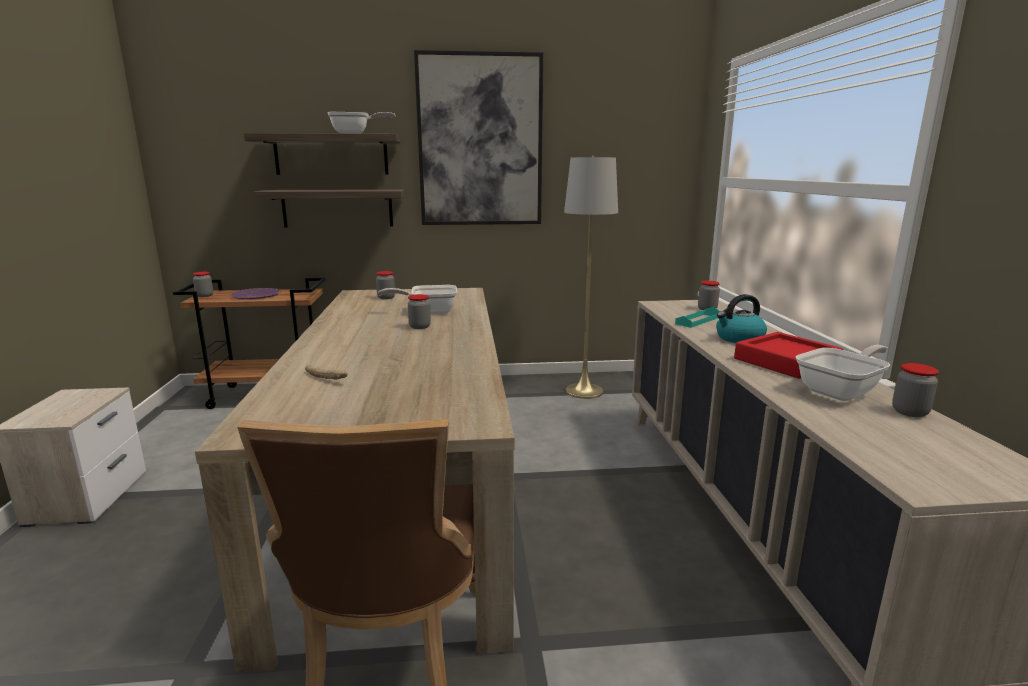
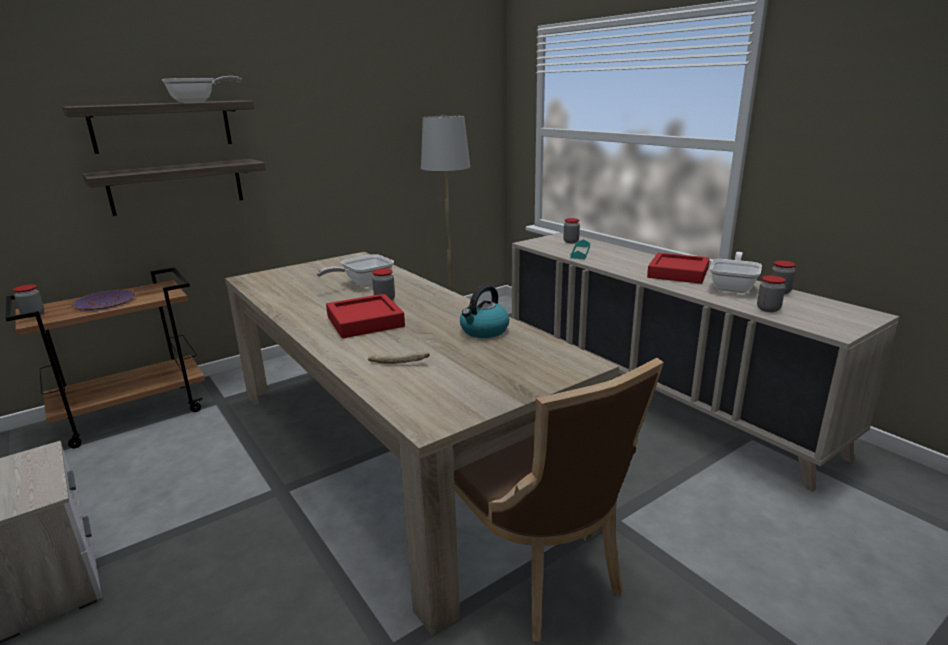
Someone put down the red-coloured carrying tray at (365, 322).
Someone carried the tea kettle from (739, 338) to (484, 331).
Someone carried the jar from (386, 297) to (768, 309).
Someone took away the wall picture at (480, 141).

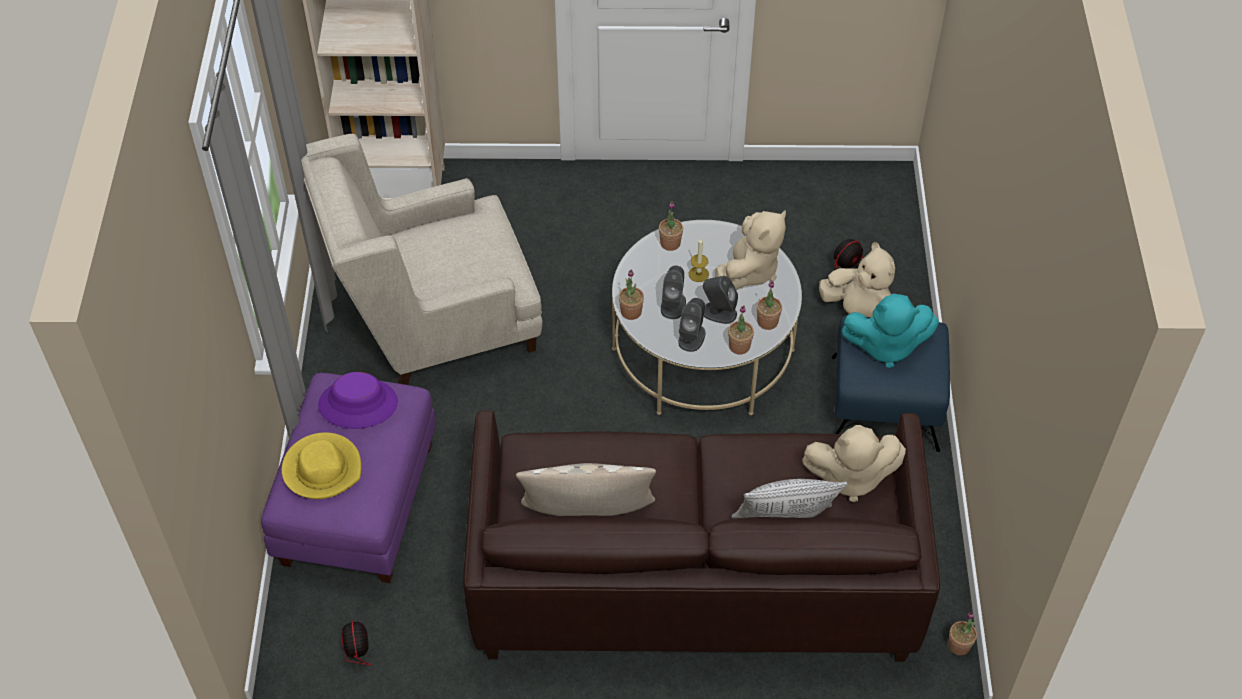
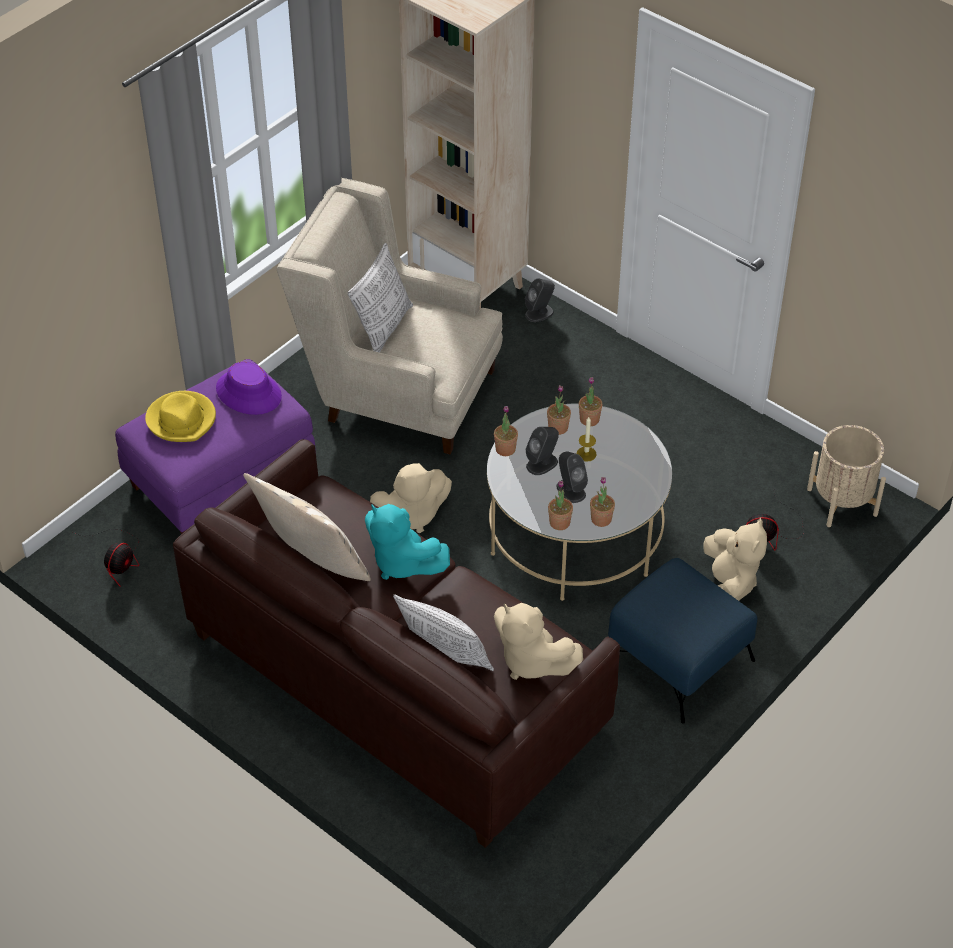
Someone put down the throw pillow at (383, 328).
Someone carried the turquoise cuddly toy from (886, 346) to (402, 562).
Someone carried the beige cuddly toy from (749, 270) to (411, 515).
Someone carried the greyish audio speaker from (692, 337) to (539, 313).
Someone carried the plant in a pot from (959, 645) to (558, 428).
Someone put down the beige flower pot at (842, 502).

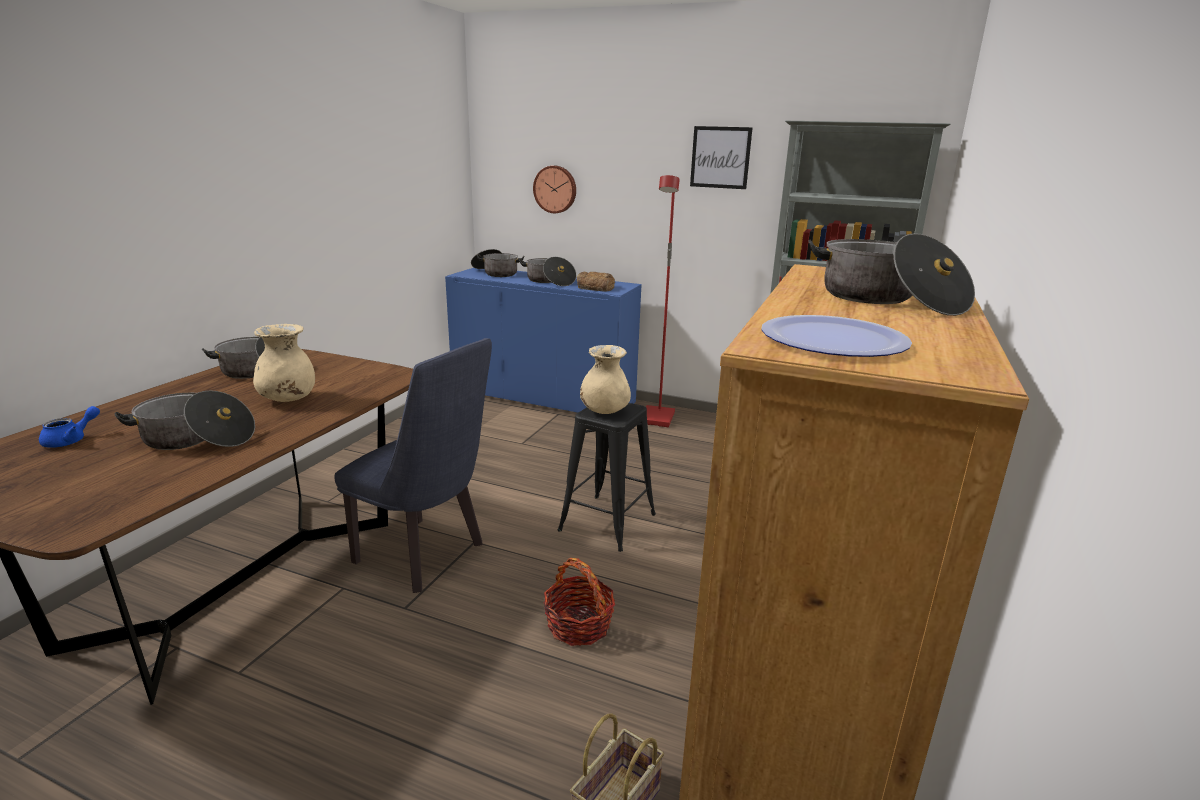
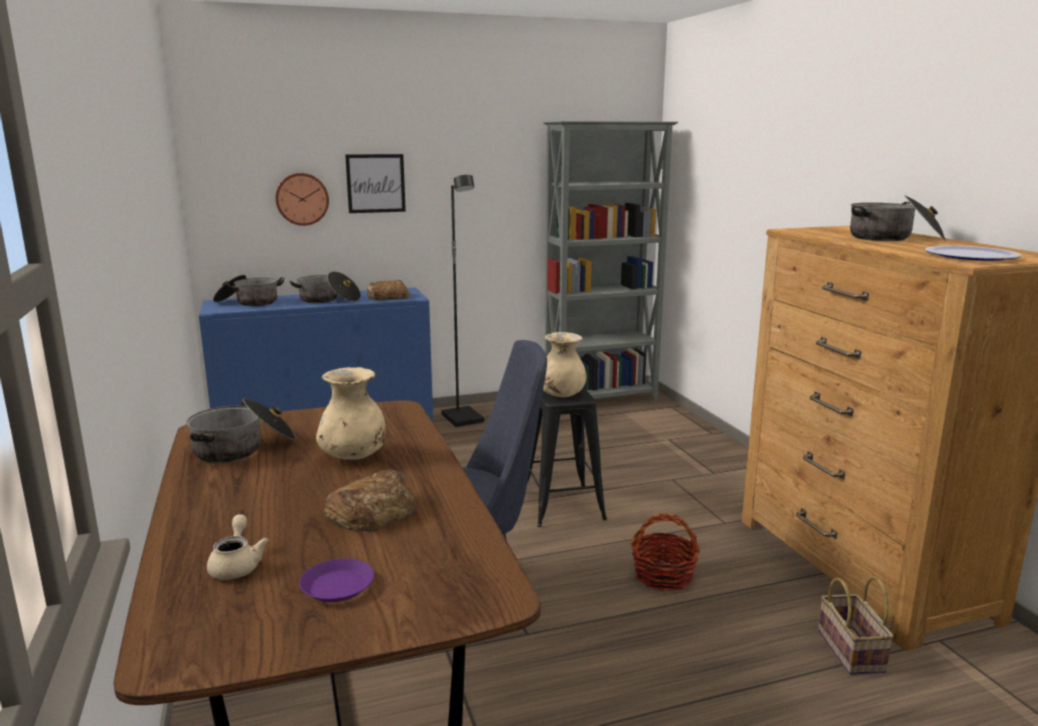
Someone repainted the blue-coloured pot for tea at (71, 440), which became the beige pot for tea at (237, 565).
Someone put down the purplish plate at (338, 586).
Someone swapped the stockpot at (196, 439) for the baked bread at (372, 511).
Someone carried the wall picture from (720, 157) to (375, 183).
Someone repainted the red-coloured standing lamp at (658, 419), which became the blackish standing lamp at (463, 419).

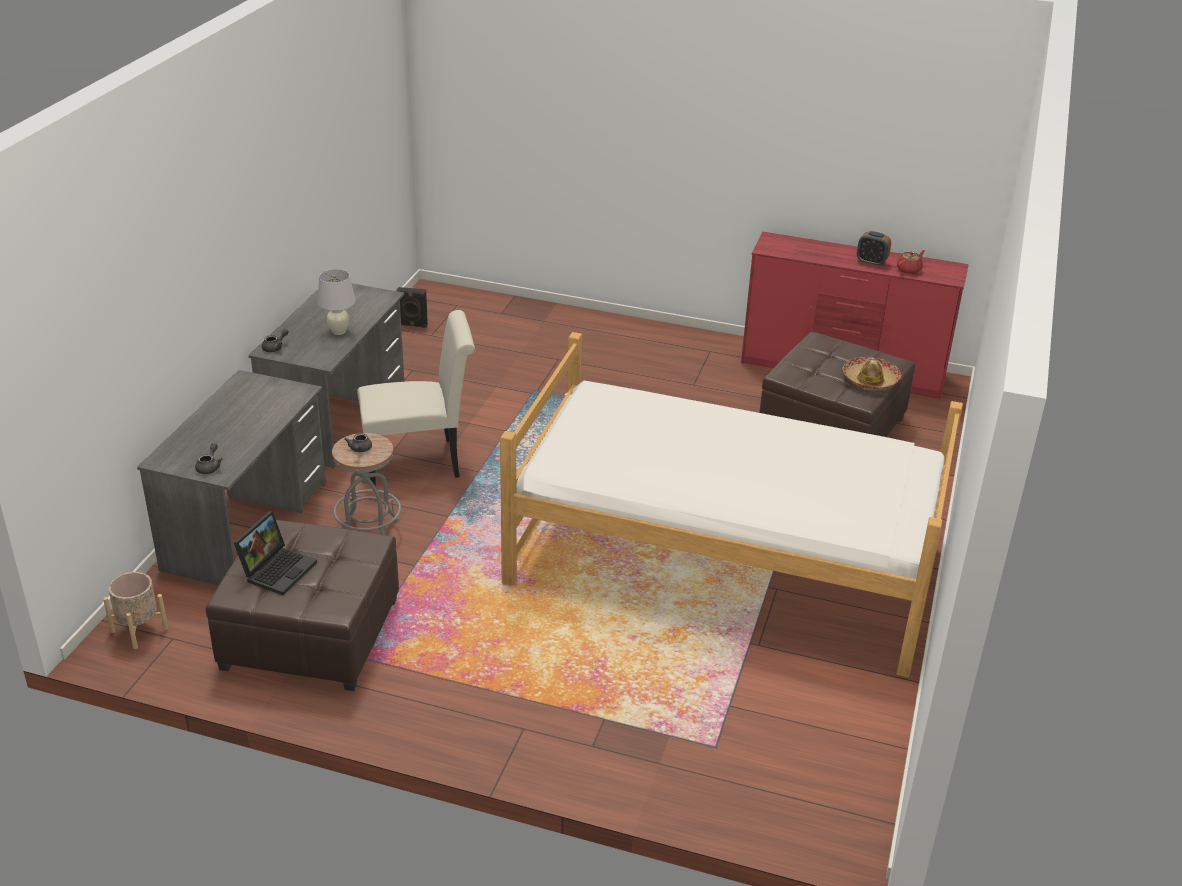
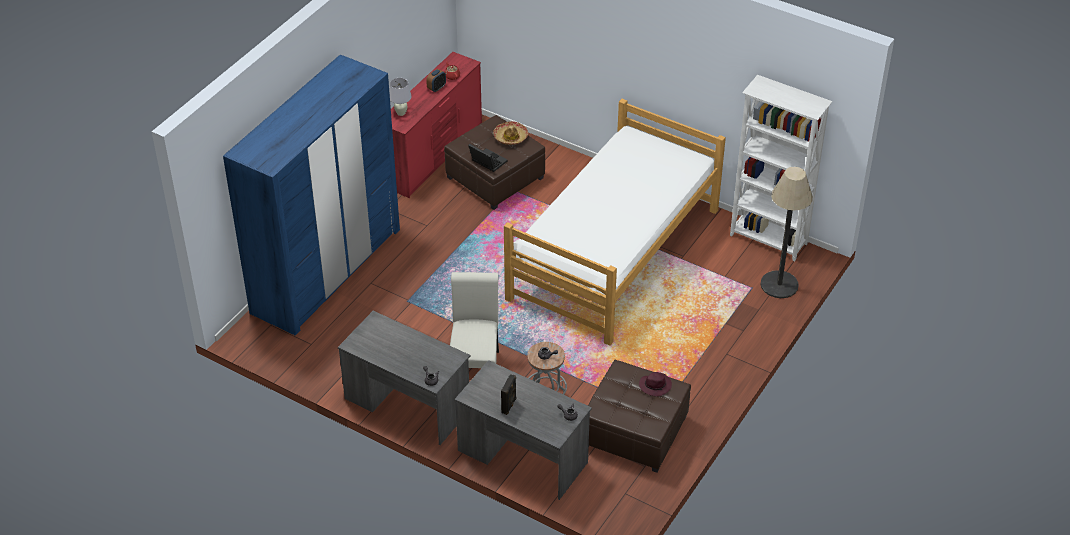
Someone put down the blue-coloured armoire at (327, 270).
Someone carried the whitish table lamp from (339, 331) to (401, 113).
Someone carried the laptop from (277, 569) to (486, 162).
Someone carried the blackish audio speaker from (412, 325) to (509, 405).
Someone put down the purplish clothing hat at (655, 385).
Someone put down the whitish bookcase at (768, 240).
Someone put down the standing lamp at (779, 285).
Someone took away the beige flower pot at (139, 630).

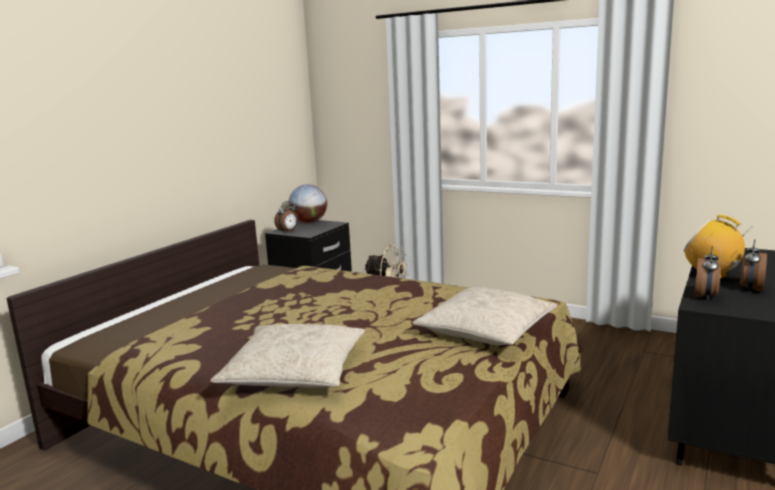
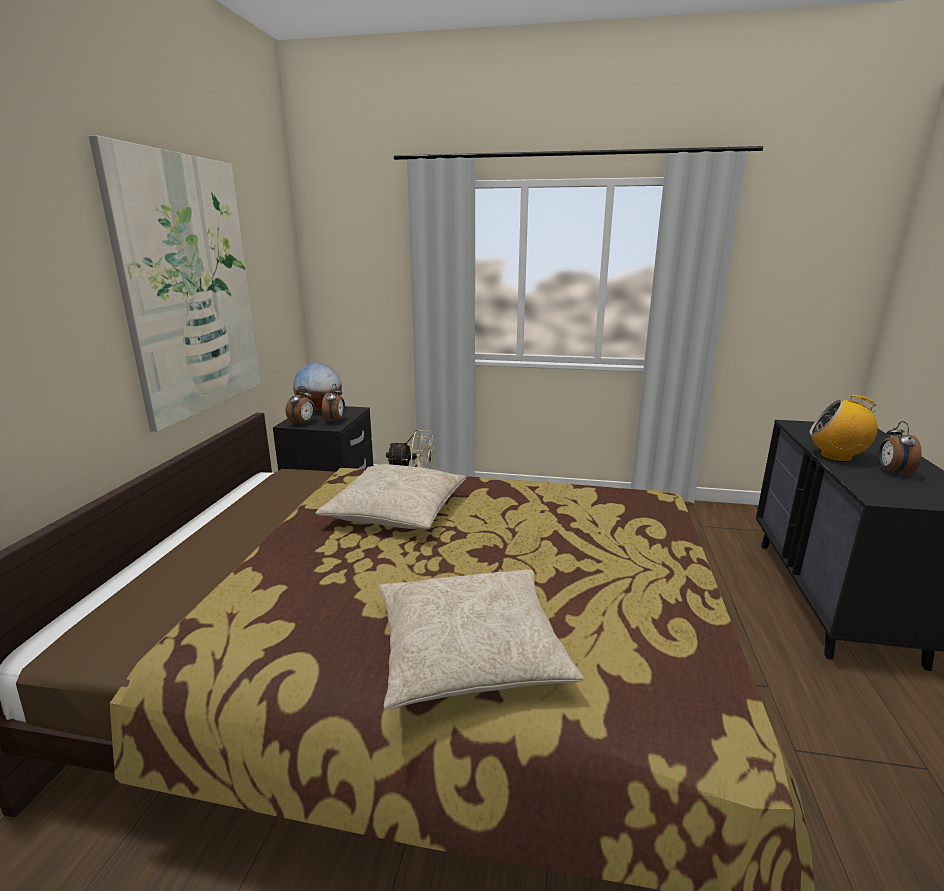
Someone put up the wall picture at (190, 287).
Someone carried the beige throw pillow from (485, 330) to (396, 511).
Someone carried the table clock from (705, 296) to (335, 421).

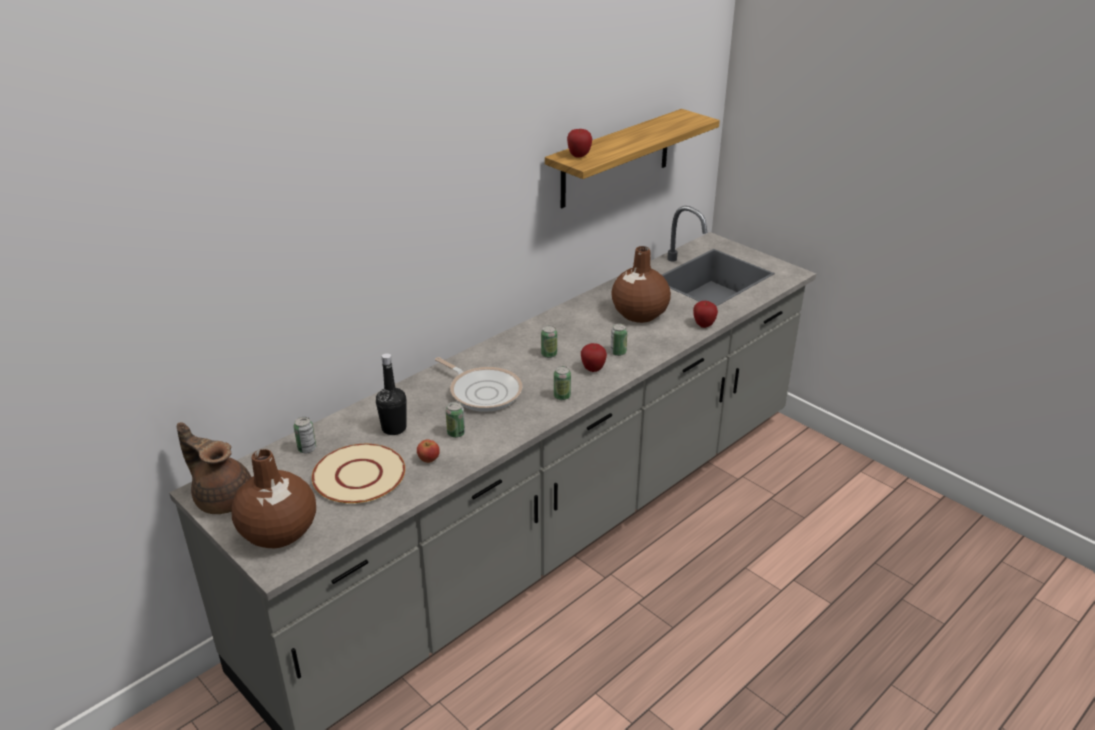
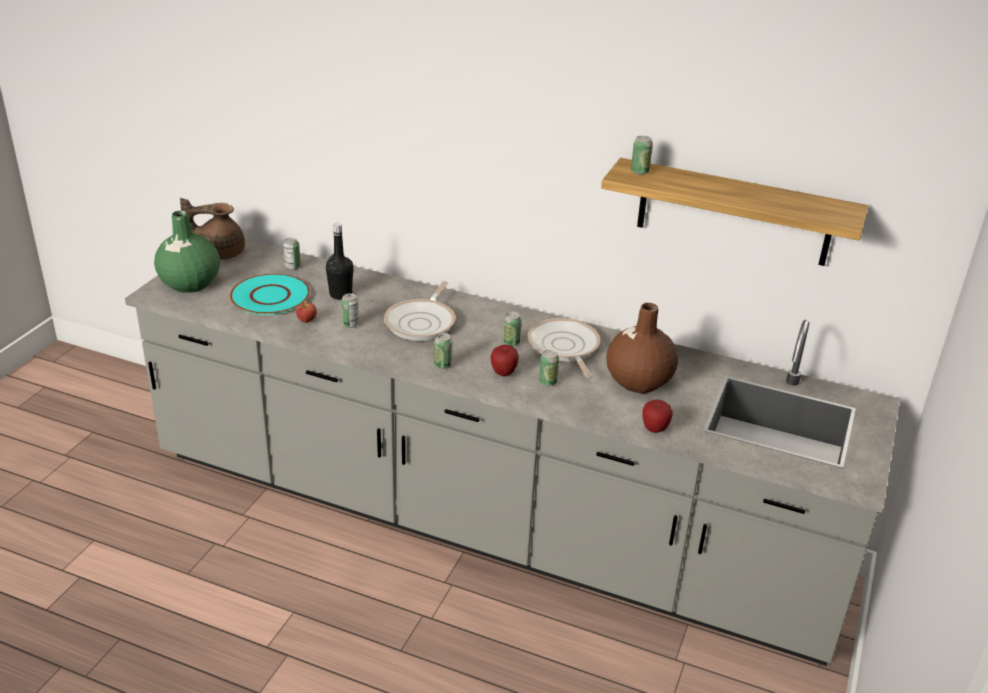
Someone repainted the brown-coloured vase at (278, 532), which became the green vase at (189, 283).
Someone rotated the brown-coloured pot for tea at (223, 498) by 105 degrees counterclockwise.
Someone repainted the beige plate at (359, 475), which became the turquoise plate at (270, 296).
Someone put down the frying pan at (564, 348).
Someone swapped the apple fruit at (579, 156) for the metal can at (639, 172).

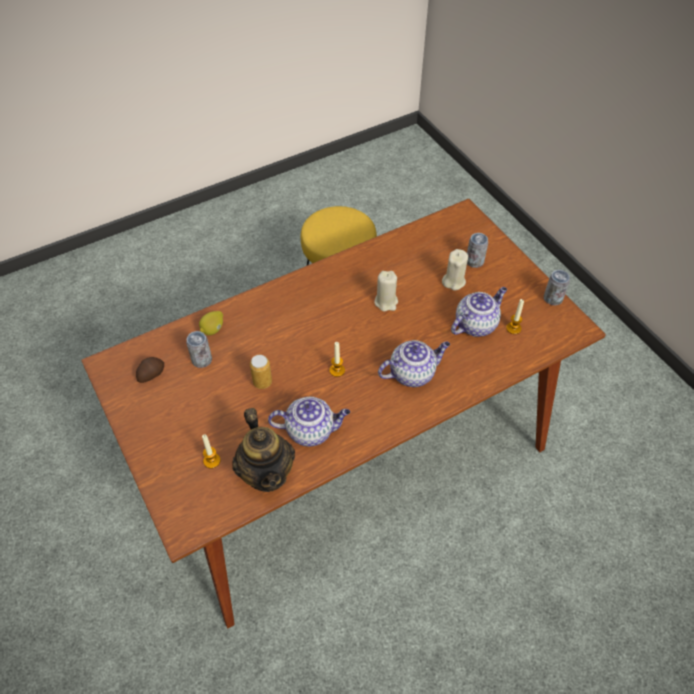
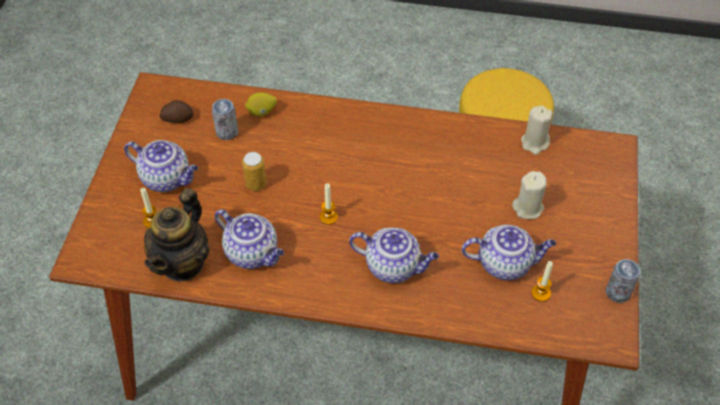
Someone put down the pot for tea at (167, 178).
Someone carried the beige wax candle from (386, 302) to (534, 143).
Someone took away the metal can at (474, 261).

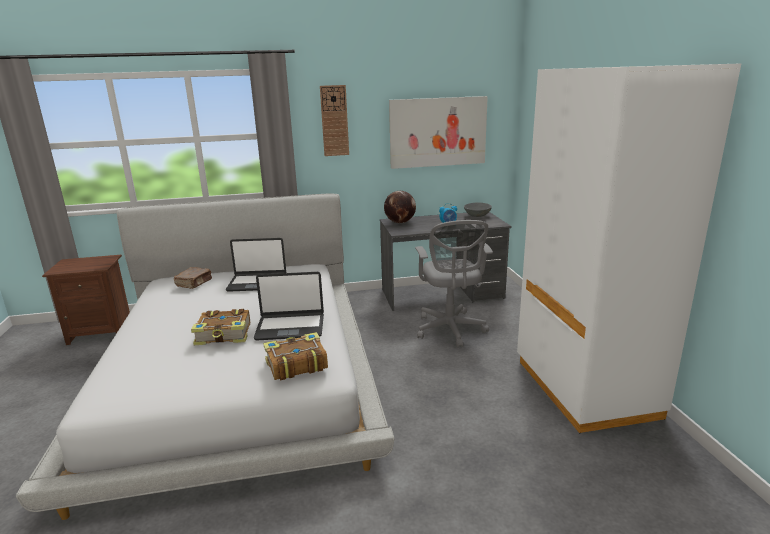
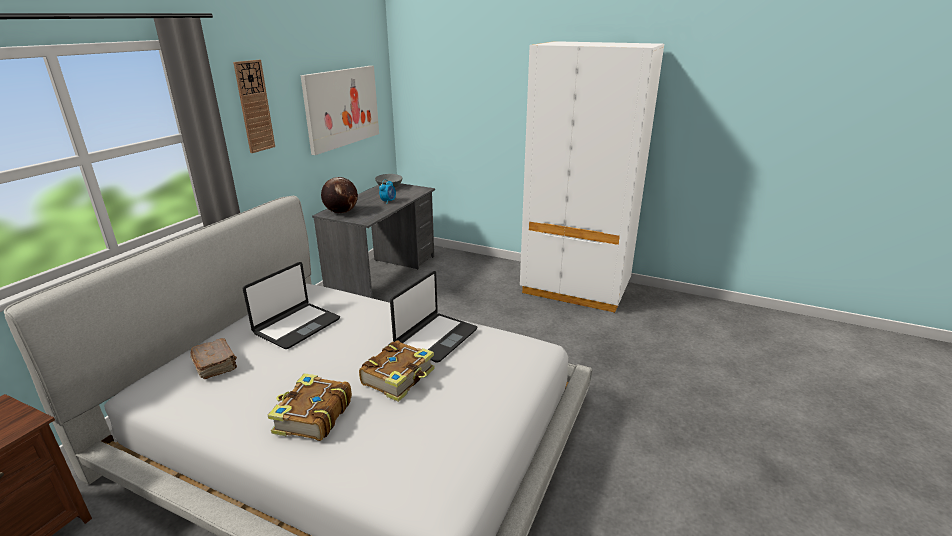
Someone carried the book from (295, 364) to (312, 416).
Someone took away the greyish computer chair at (450, 330).

